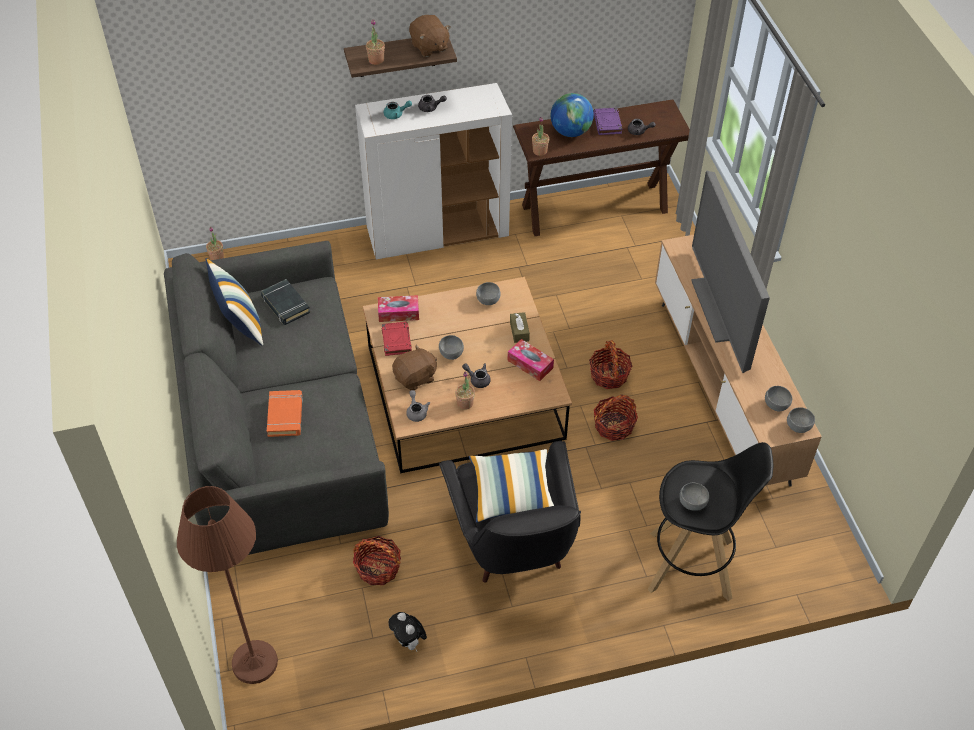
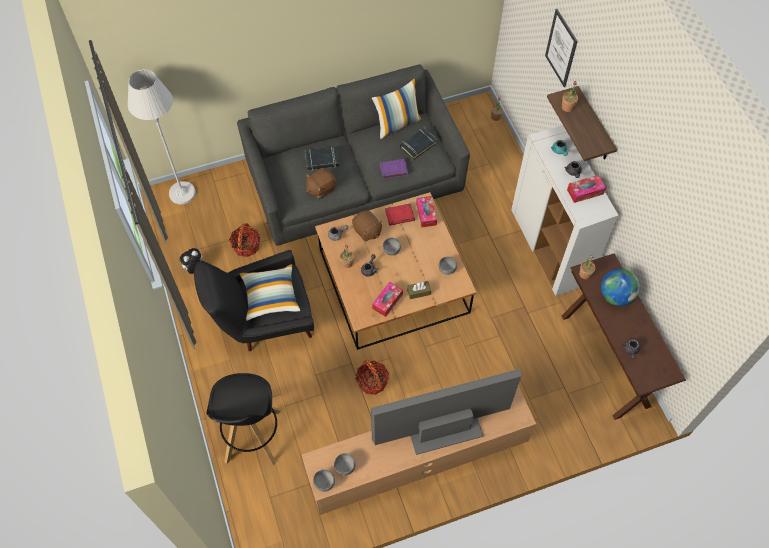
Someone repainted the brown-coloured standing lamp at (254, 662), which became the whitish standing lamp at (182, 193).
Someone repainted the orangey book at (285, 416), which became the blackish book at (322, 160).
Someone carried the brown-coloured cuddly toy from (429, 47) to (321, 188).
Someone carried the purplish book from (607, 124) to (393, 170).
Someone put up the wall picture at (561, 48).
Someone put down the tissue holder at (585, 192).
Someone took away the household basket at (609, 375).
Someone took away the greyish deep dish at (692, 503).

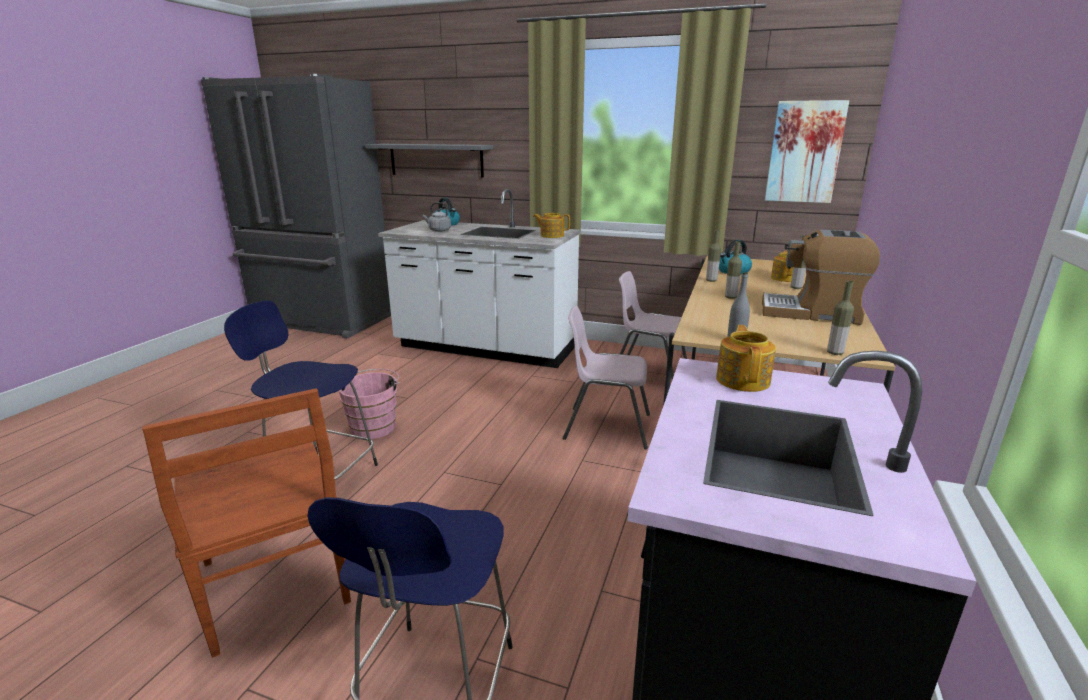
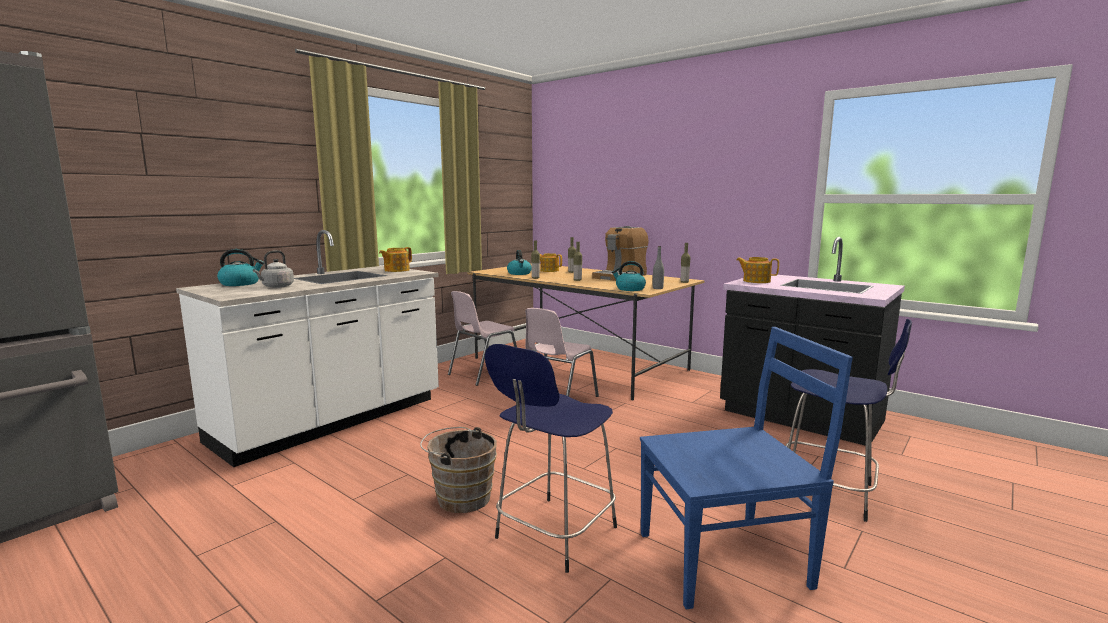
Someone repainted the pink-coloured pail at (375, 426), which became the brown-coloured pail at (460, 497).
Someone put down the tea kettle at (629, 289).
Someone repainted the brown-coloured upright chair at (274, 584), which became the blue-coloured upright chair at (727, 559).
Someone took away the greyish wall shelf at (436, 160).
Someone took away the wall picture at (804, 152).

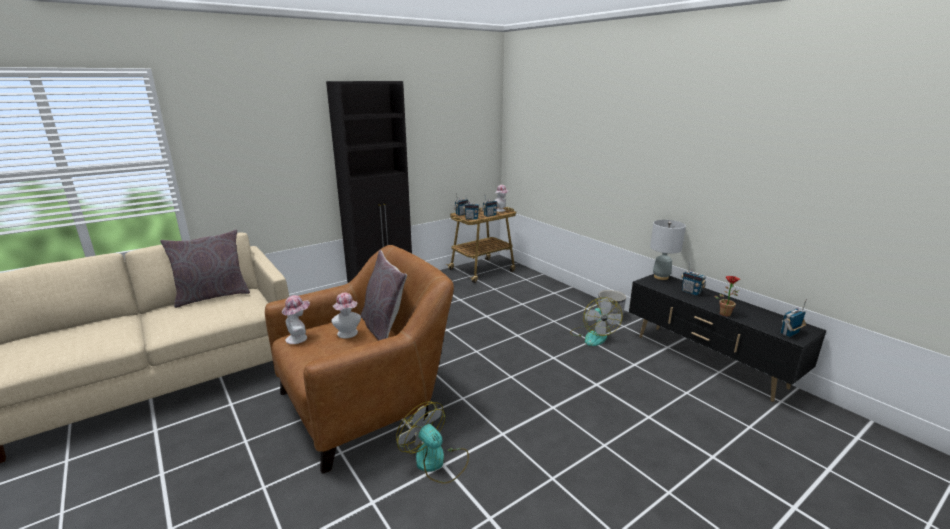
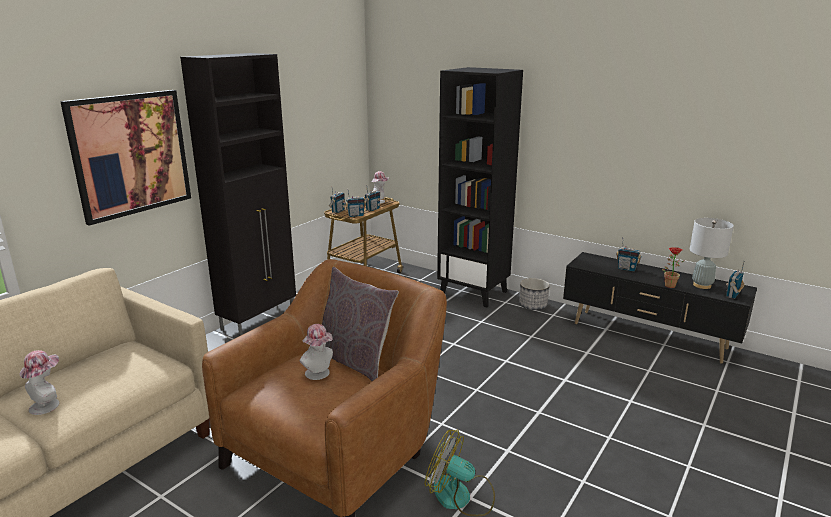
Someone carried the clothing hat from (299, 338) to (48, 404).
Someone put up the wall picture at (131, 154).
Someone put down the blackish bookcase at (474, 293).
Someone carried the greyish table lamp from (661, 277) to (702, 285).
Someone took away the greyish throw pillow at (213, 296).
Someone took away the cooling fan at (593, 336).

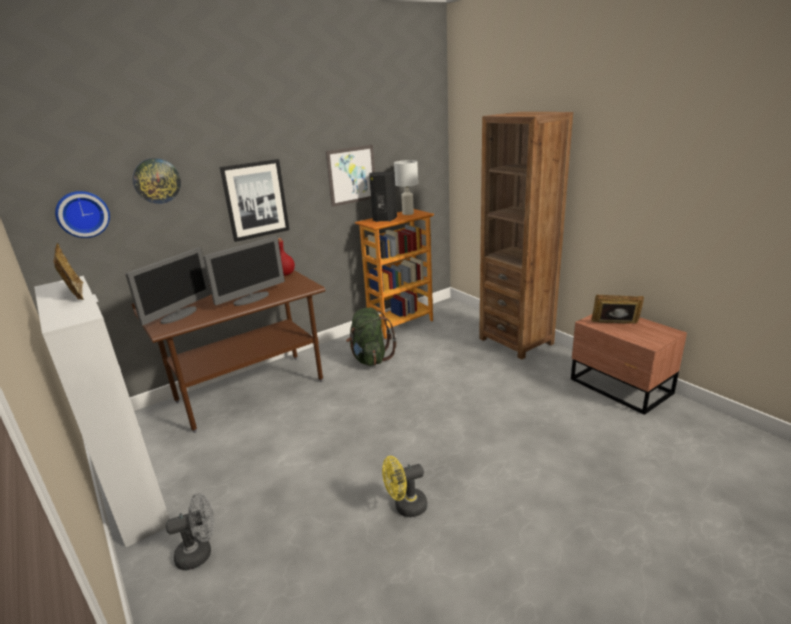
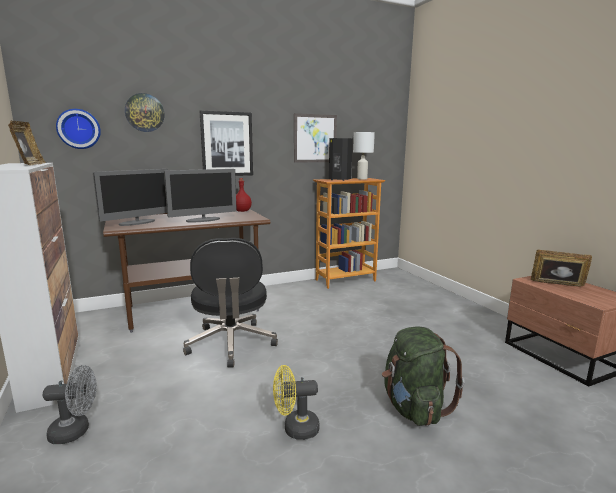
Someone put down the blackish computer chair at (231, 344).
Someone carried the green backpack from (370, 359) to (414, 408).
Someone took away the brown-coloured bookcase at (516, 341).

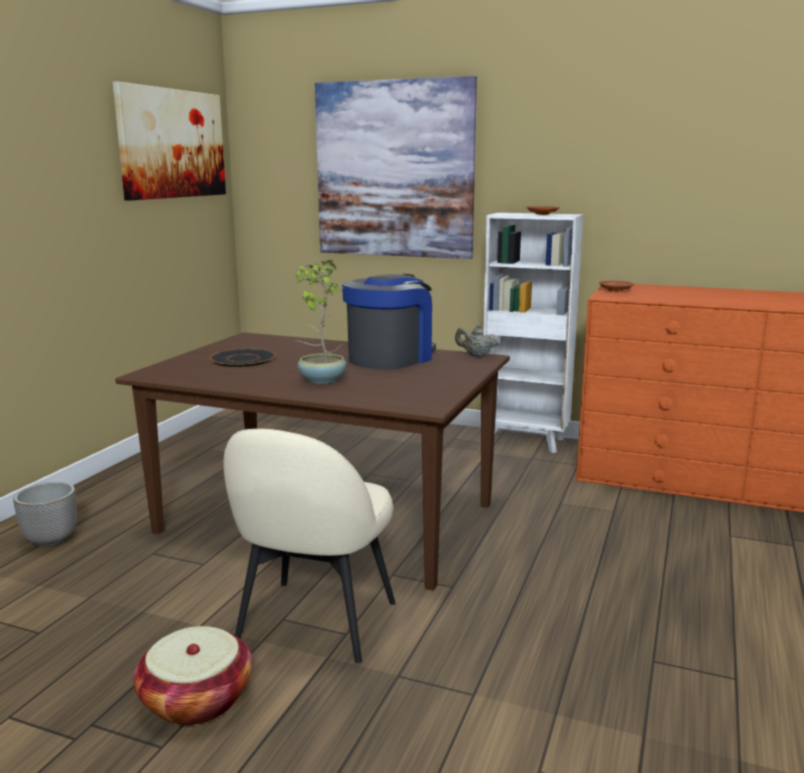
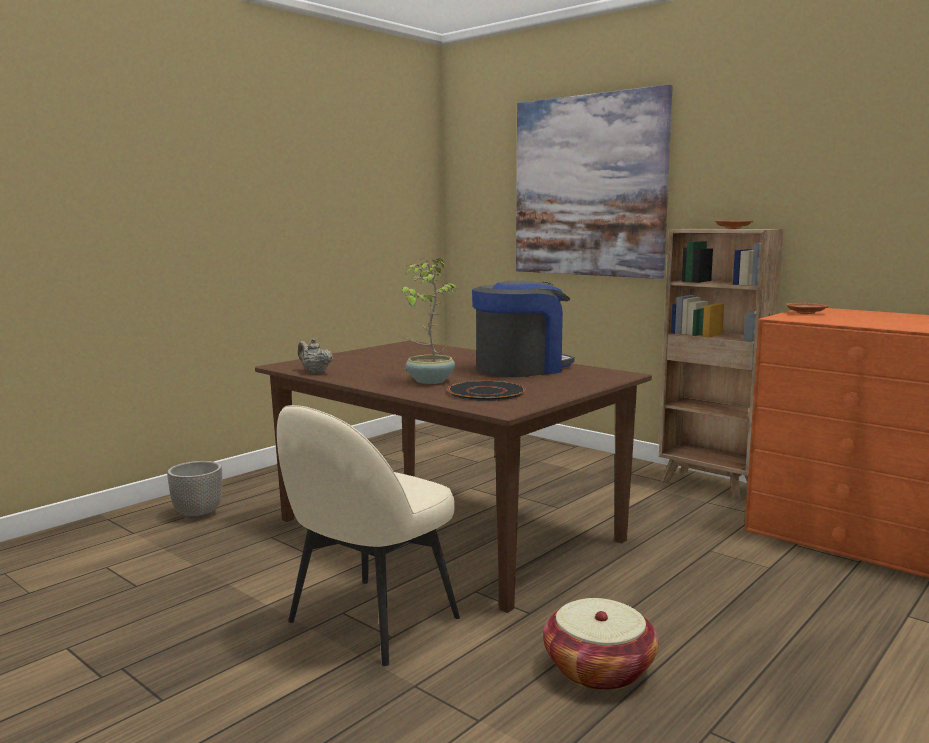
Someone carried the beige pot for tea from (476, 355) to (314, 372).
Someone carried the blackish plate from (243, 359) to (486, 392).
Someone carried the household basket from (196, 699) to (598, 669).
Someone repainted the whitish bookcase at (525, 441), which became the brown-coloured bookcase at (710, 484).
Someone took away the wall picture at (172, 144).

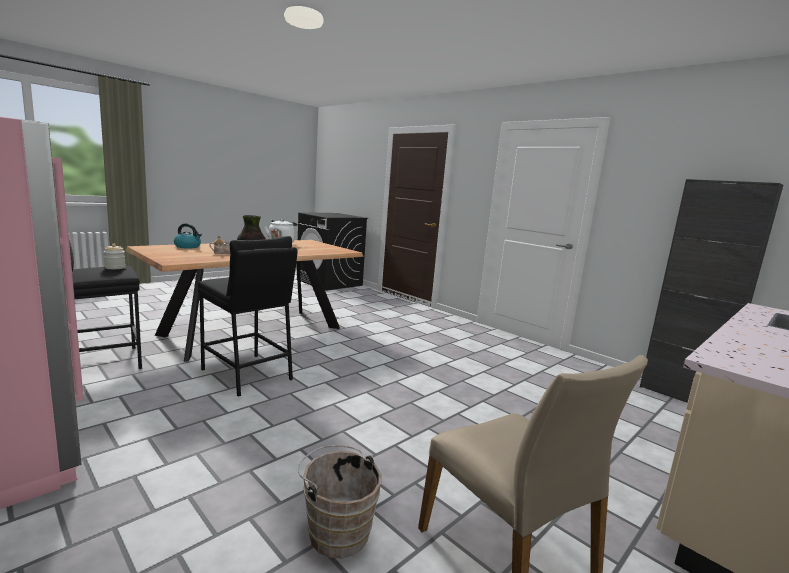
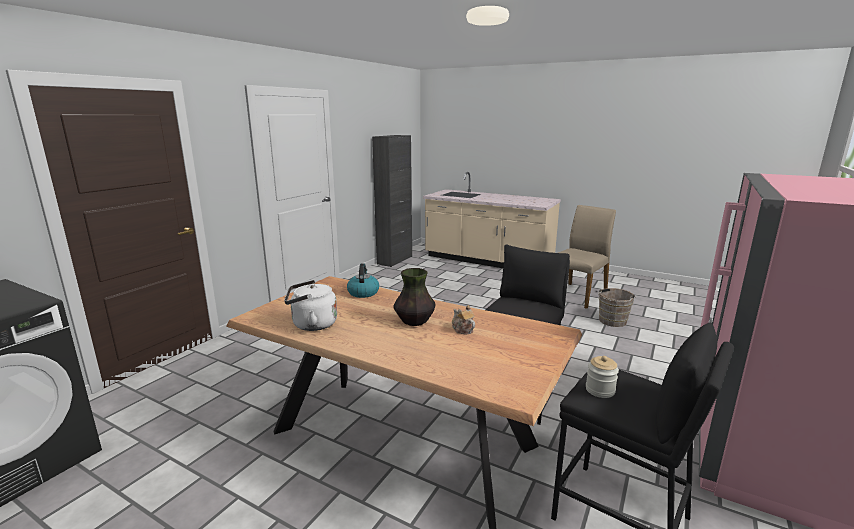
Someone carried the tea kettle from (188, 247) to (363, 292).

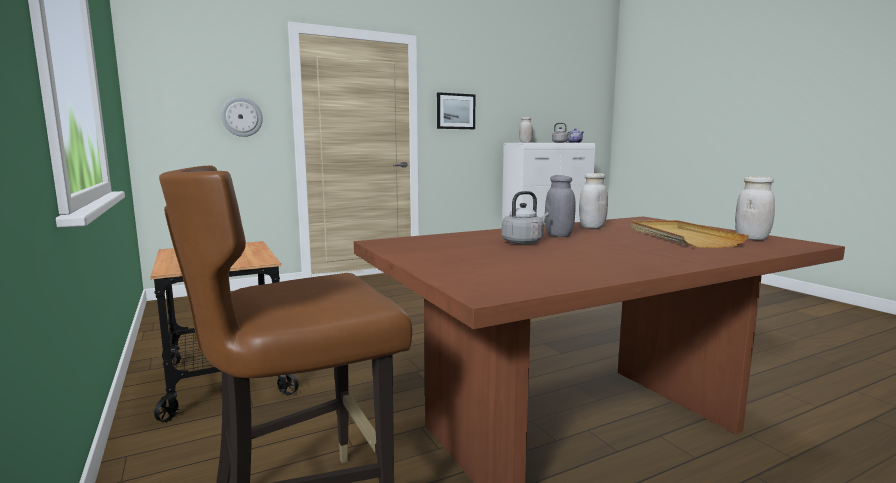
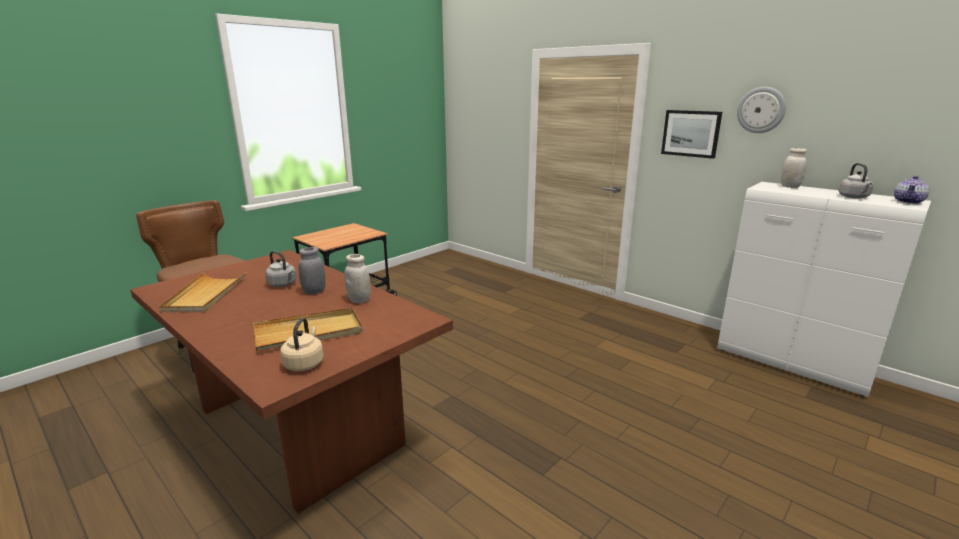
Someone put down the beige carrying tray at (205, 295).
Someone swapped the whitish jar at (751, 238) for the beige tea kettle at (305, 363).
Someone carried the clock on the wall from (242, 117) to (761, 110).

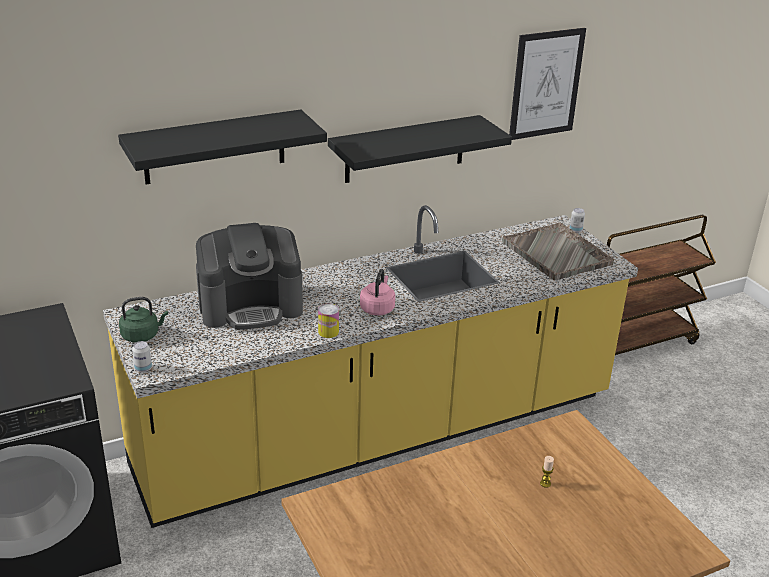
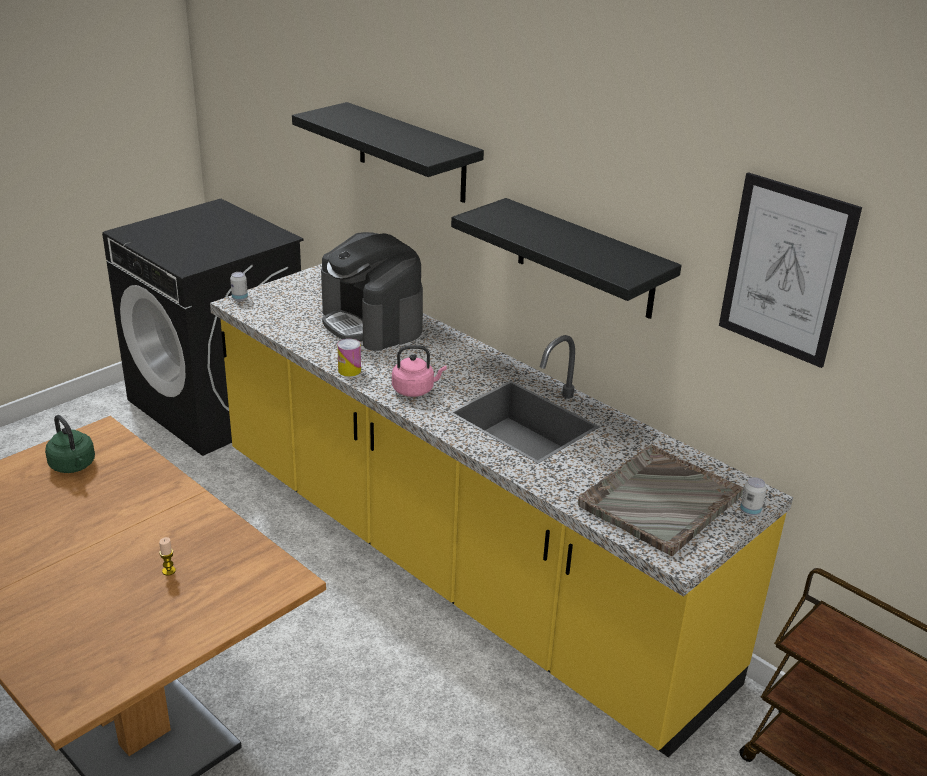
Someone carried the green tea kettle from (142, 335) to (73, 466).

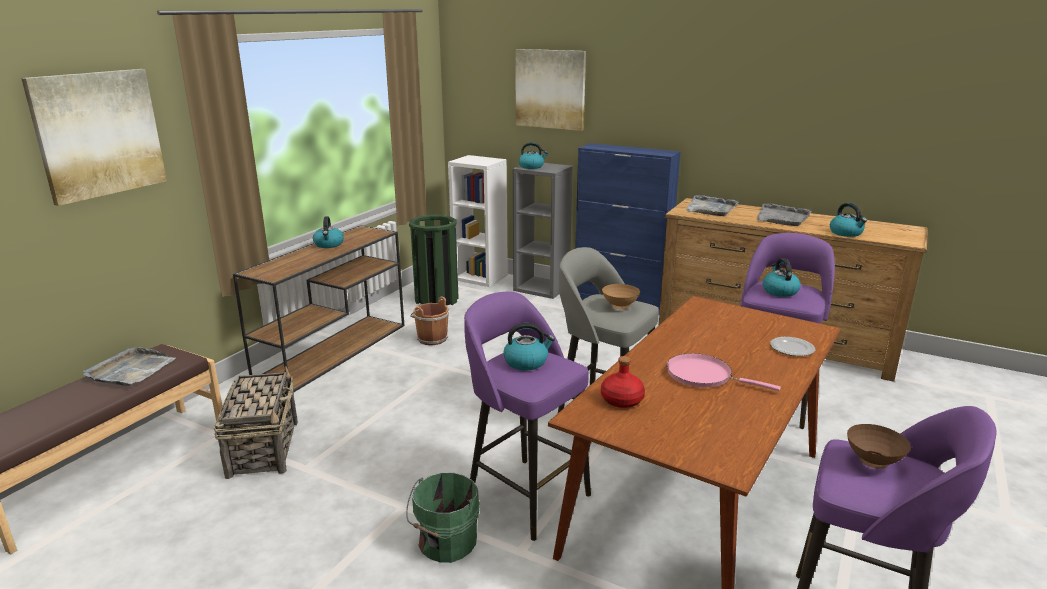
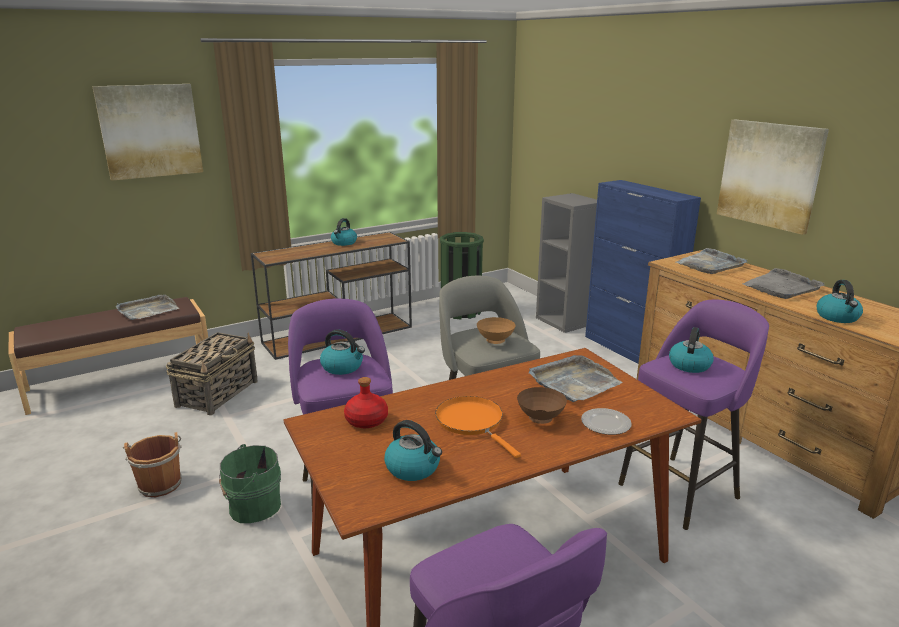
Someone carried the brown-coloured pail from (431, 338) to (160, 484).
Someone carried the tea kettle from (532, 166) to (413, 468).
Someone repainted the pink-coloured frying pan at (703, 376), which became the orangey frying pan at (472, 422).
Someone carried the brown-coloured deep dish from (872, 462) to (540, 418).
Someone put down the greyish carrying tray at (574, 382).
Someone carried the wall picture from (550, 89) to (769, 174).
Someone took away the whitish bookcase at (481, 277).

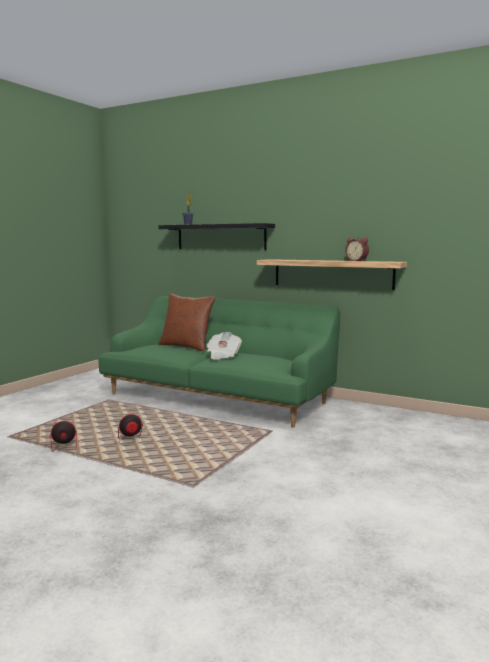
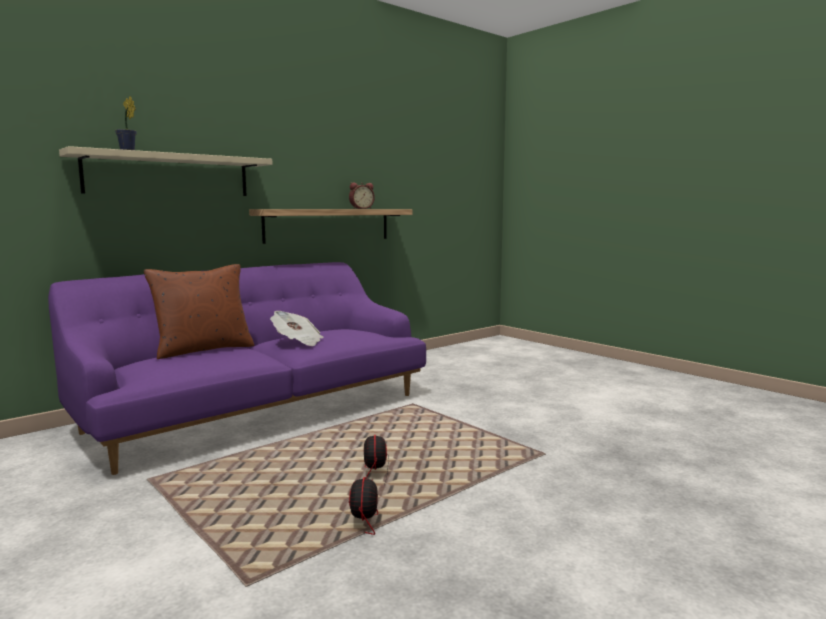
Someone repainted the green sofa at (217, 397), which became the purplish sofa at (257, 411).
Someone repainted the blackish wall shelf at (220, 237), which became the beige wall shelf at (169, 175).

